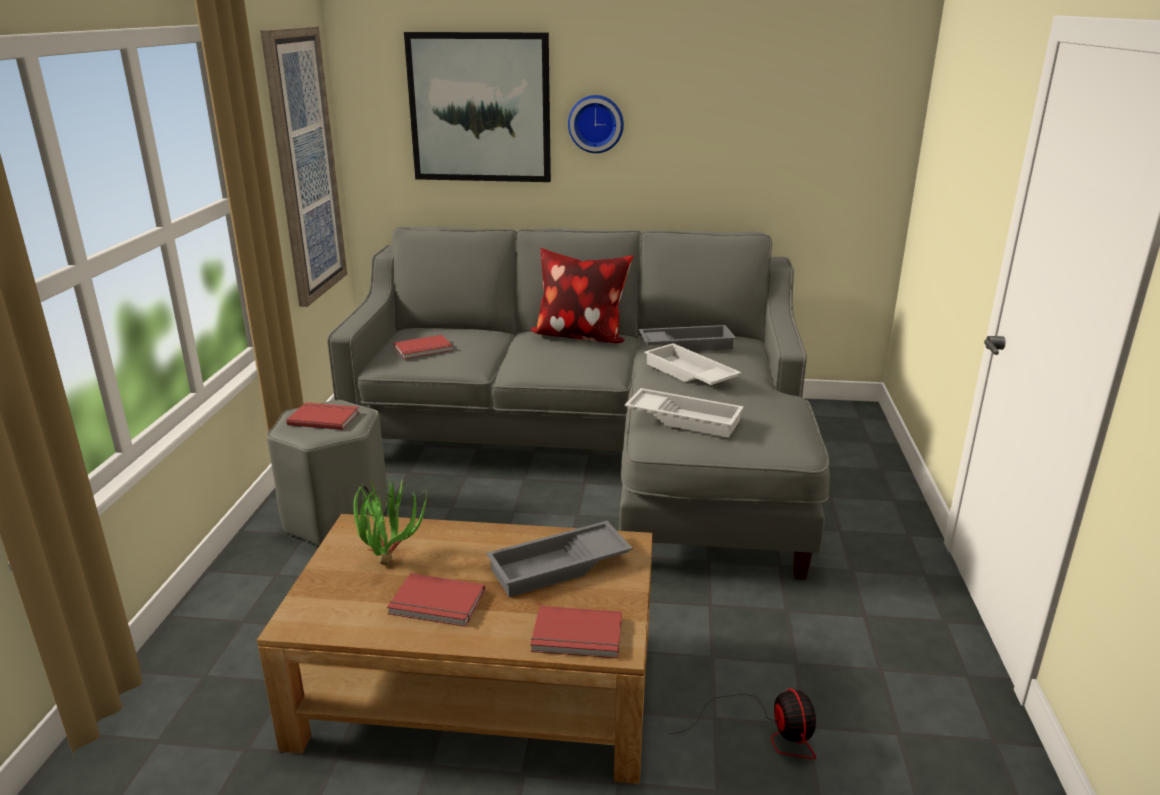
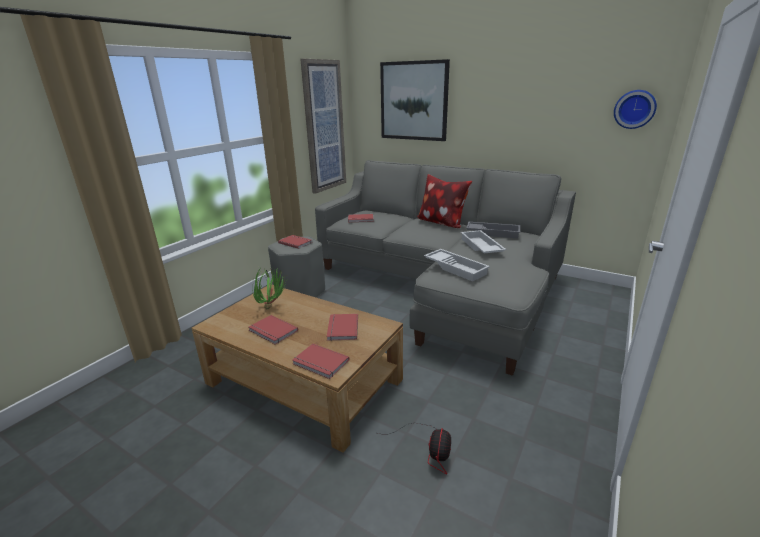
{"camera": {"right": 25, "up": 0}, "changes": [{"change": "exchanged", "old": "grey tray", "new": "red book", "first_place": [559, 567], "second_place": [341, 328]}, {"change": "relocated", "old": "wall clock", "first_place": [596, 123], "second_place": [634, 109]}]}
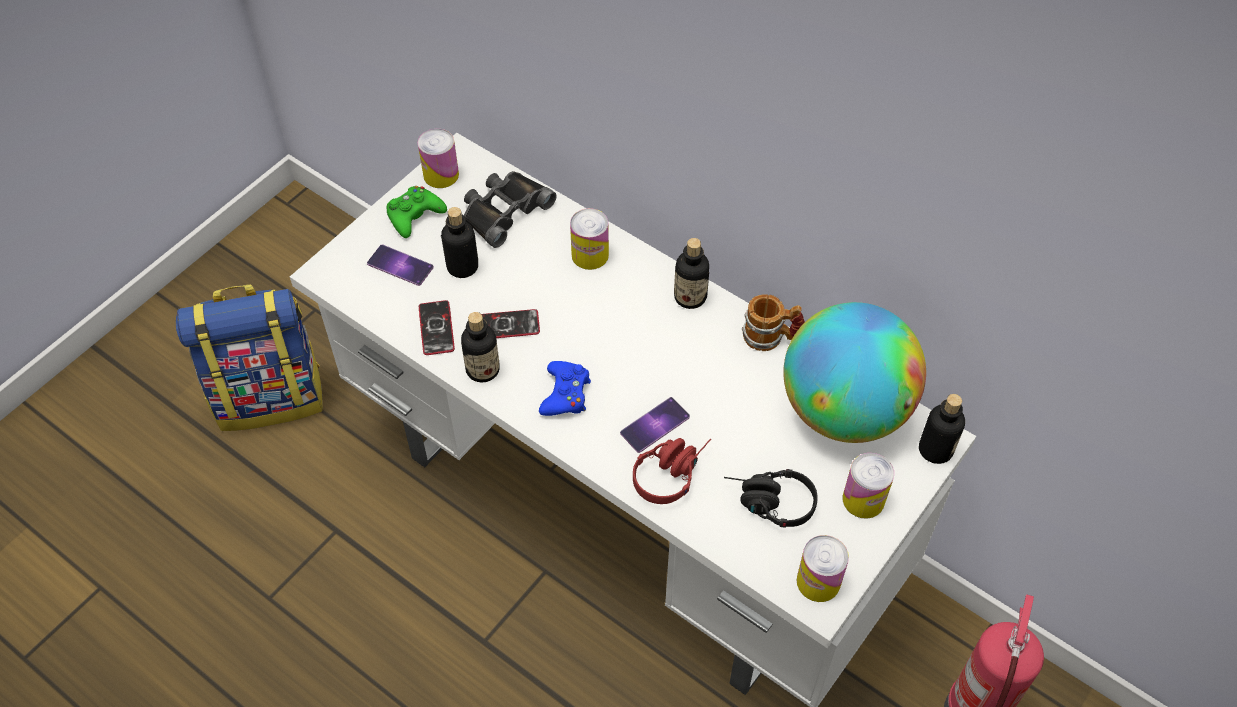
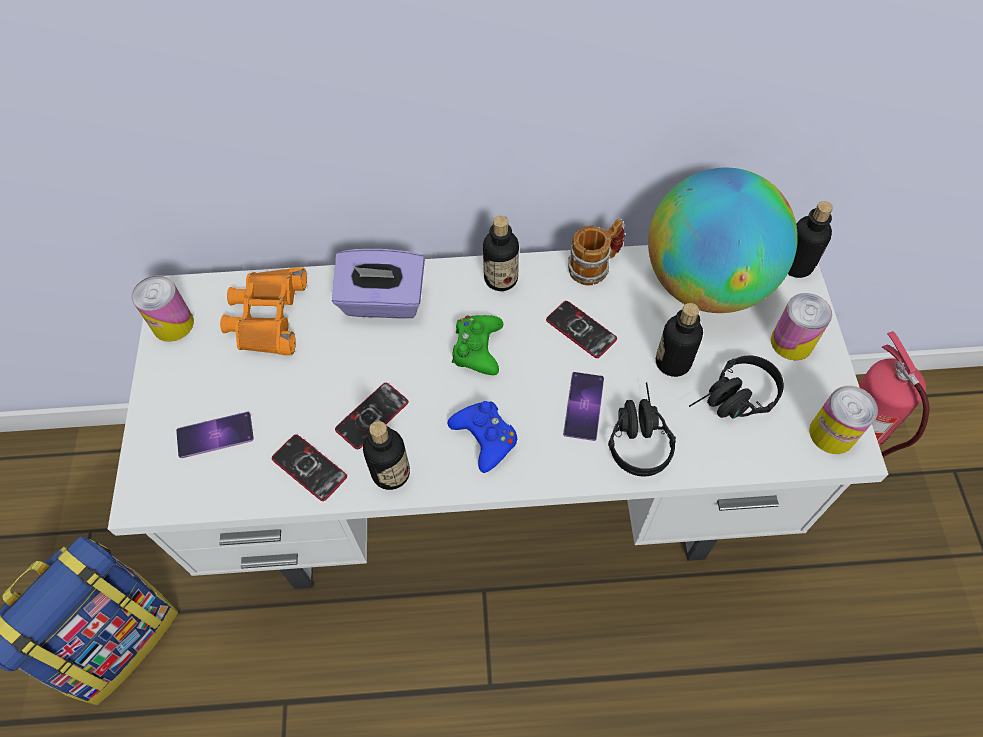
{"camera": {"right": -40, "up": 5}, "changes": [{"change": "colour", "old": "black binoculars", "new": "orange binoculars", "first_place": [504, 211], "second_place": [266, 316]}, {"change": "exchanged", "old": "can", "new": "purple tissue box", "first_place": [590, 255], "second_place": [382, 302]}, {"change": "relocated", "old": "green game controller", "first_place": [414, 216], "second_place": [477, 349]}, {"change": "appeared", "new": "phone", "second_place": [581, 330]}, {"change": "colour", "old": "red headphones", "new": "black headphones", "first_place": [671, 471], "second_place": [637, 434]}, {"change": "relocated", "old": "bottle", "first_place": [462, 267], "second_place": [673, 362]}]}
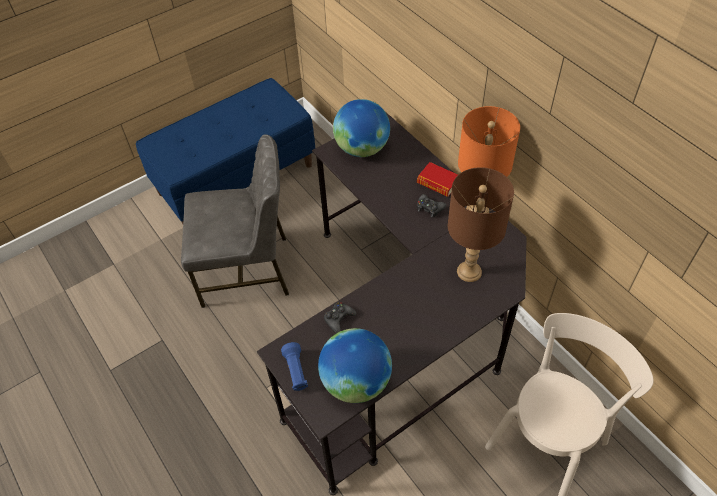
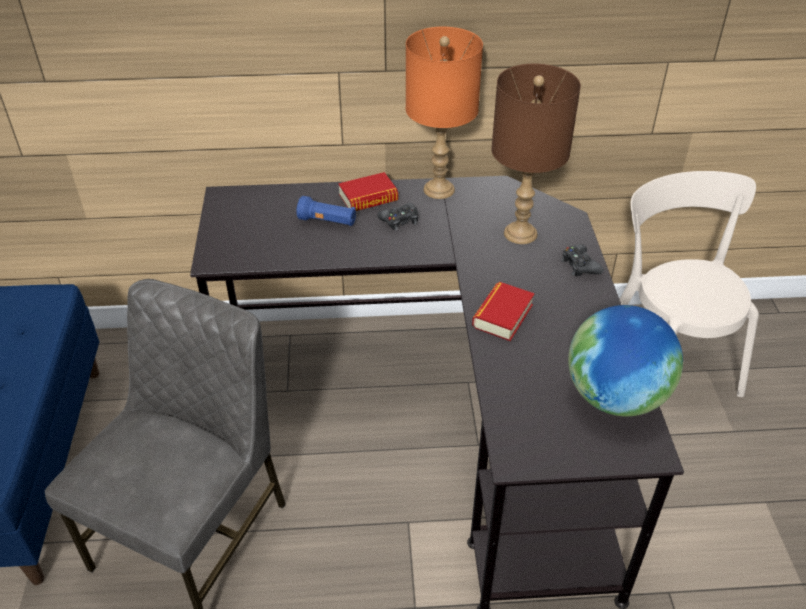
{"camera": {"right": -60, "up": -10}, "changes": [{"change": "relocated", "old": "blue flashlight", "first_place": [296, 371], "second_place": [328, 222]}, {"change": "appeared", "new": "book", "second_place": [502, 316]}, {"change": "relocated", "old": "black game controller", "first_place": [338, 319], "second_place": [580, 265]}, {"change": "missing", "old": "globe", "first_place": [361, 149]}]}
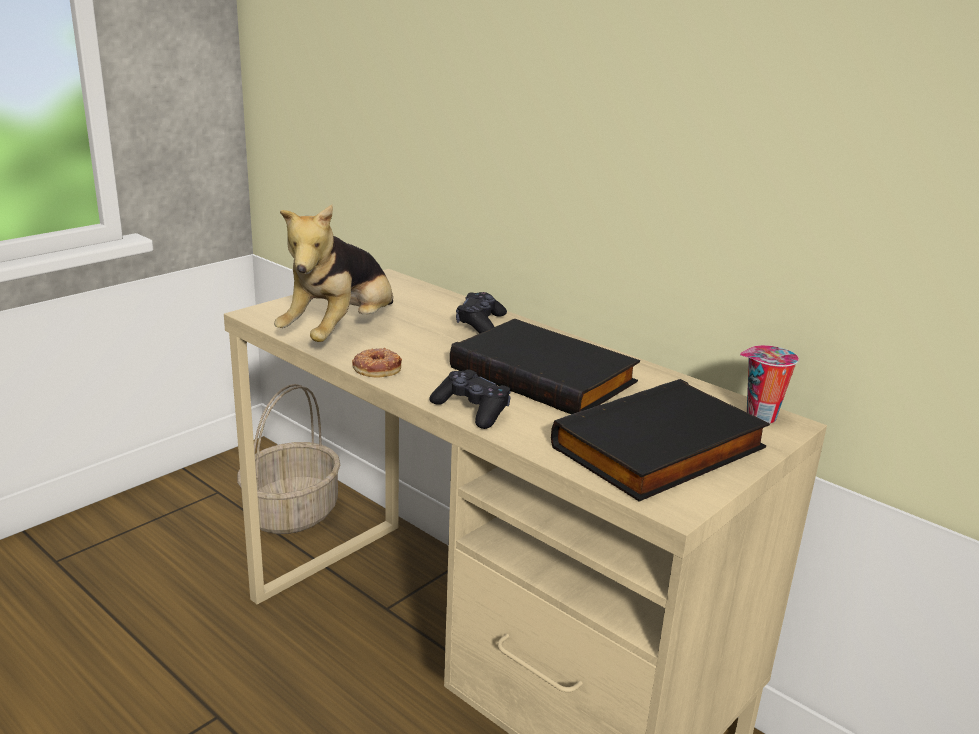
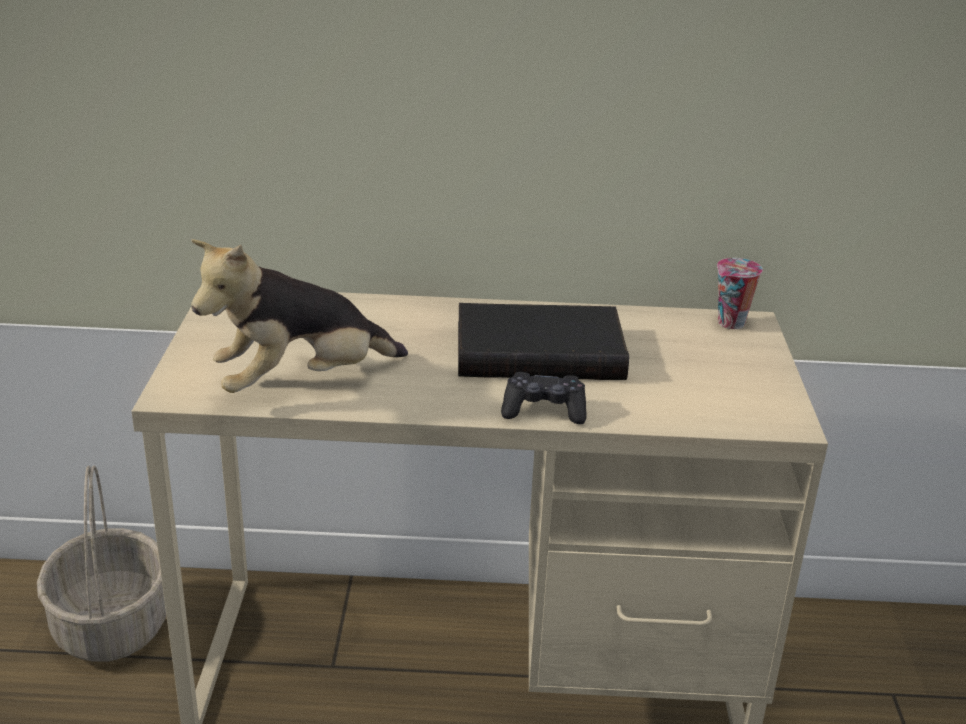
{"camera": {"right": -40, "up": 5}, "changes": [{"change": "spun", "old": "plush toy", "first_place": [341, 334], "second_place": [300, 383], "degrees": 75}, {"change": "missing", "old": "donut", "first_place": [377, 368]}, {"change": "missing", "old": "black game controller", "first_place": [480, 323]}, {"change": "missing", "old": "black book", "first_place": [661, 450]}]}
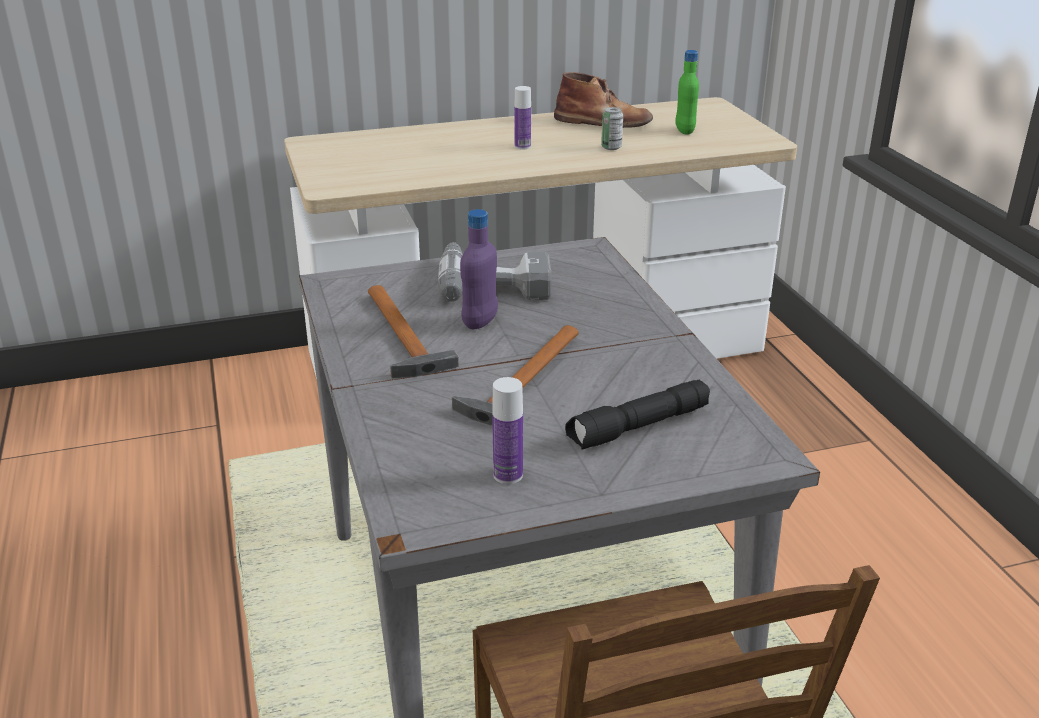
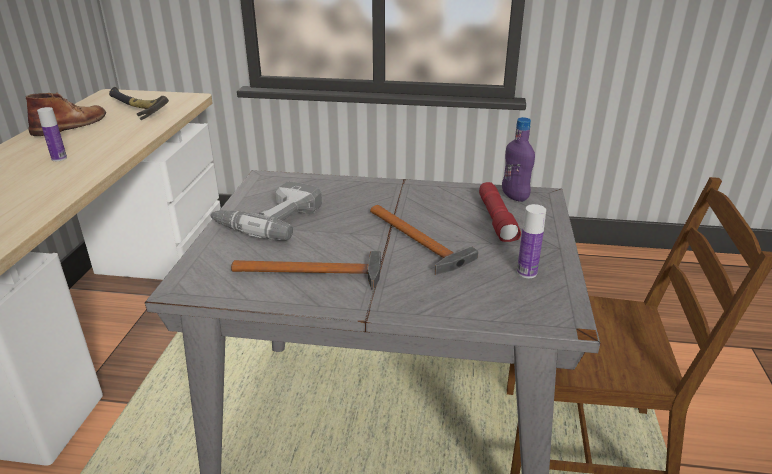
{"camera": {"right": -65, "up": 0}, "changes": [{"change": "exchanged", "old": "green bottle", "new": "hammer", "first_place": [684, 131], "second_place": [135, 110]}, {"change": "colour", "old": "black flashlight", "new": "red flashlight", "first_place": [639, 428], "second_place": [497, 220]}, {"change": "relocated", "old": "purple bottle", "first_place": [480, 322], "second_place": [515, 197]}, {"change": "missing", "old": "can", "first_place": [611, 147]}]}
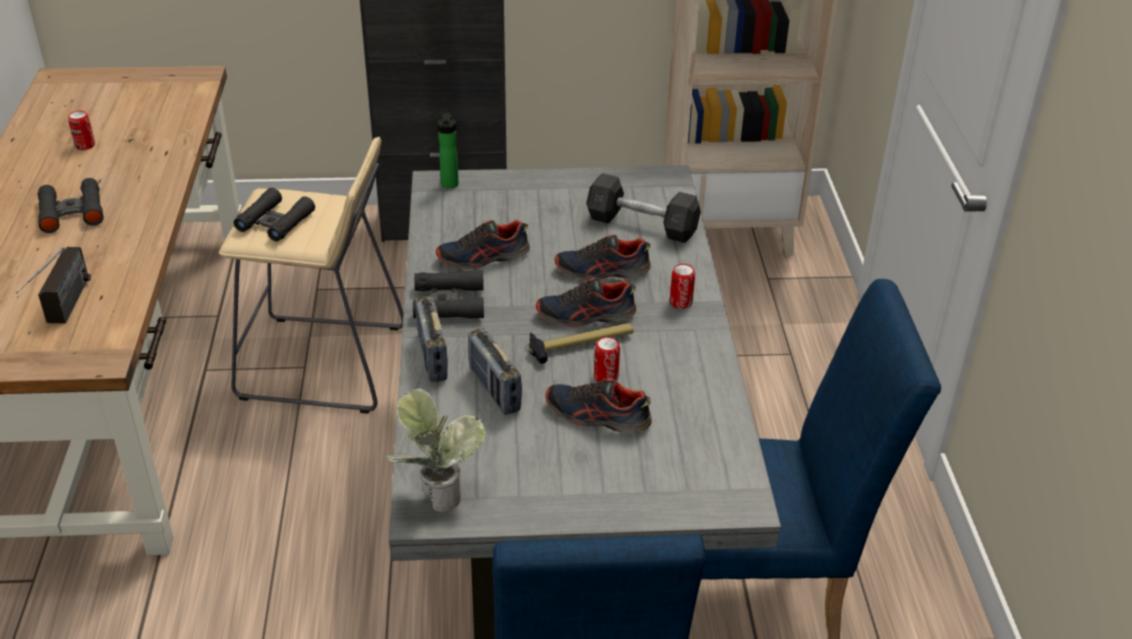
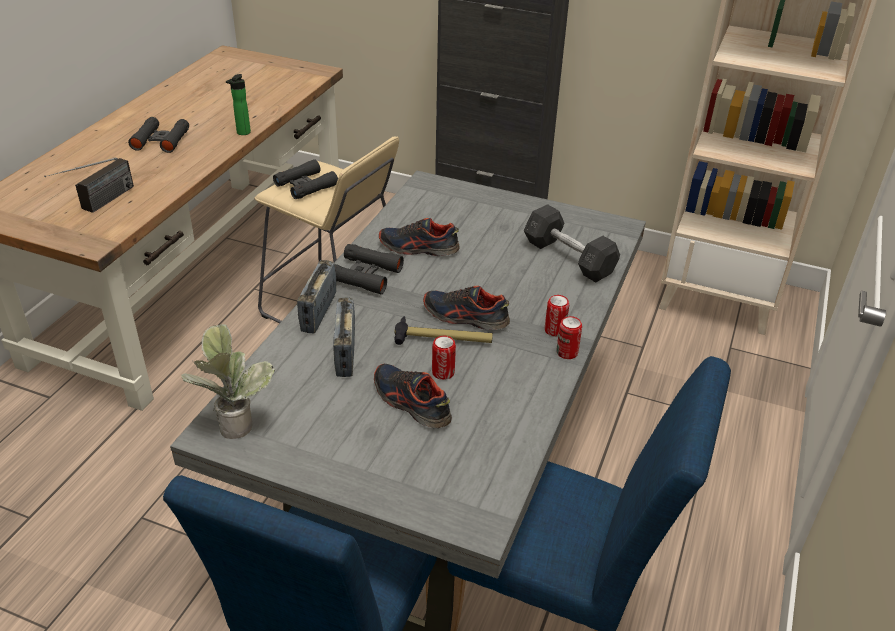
{"camera": {"right": 25, "up": 0}, "changes": [{"change": "relocated", "old": "bottle", "first_place": [449, 185], "second_place": [242, 133]}, {"change": "relocated", "old": "can", "first_place": [85, 145], "second_place": [567, 352]}, {"change": "missing", "old": "shoe", "first_place": [602, 271]}]}
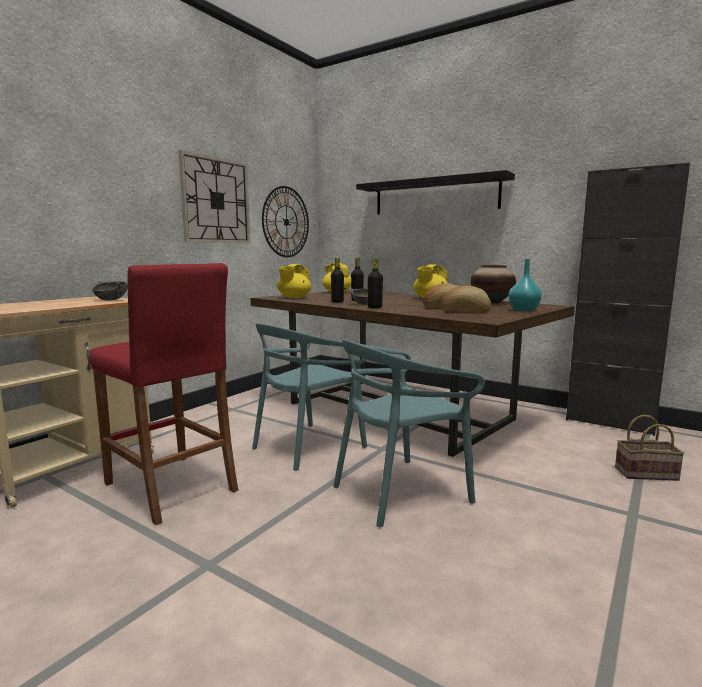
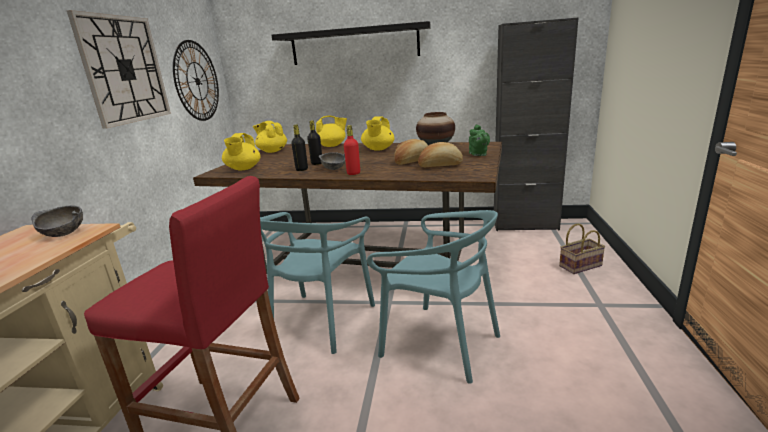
{"camera": {"right": -25, "up": 10}, "changes": [{"change": "appeared", "new": "yellow teapot", "second_place": [332, 146]}, {"change": "colour", "old": "black bottle", "new": "red bottle", "first_place": [374, 307], "second_place": [353, 173]}, {"change": "spun", "old": "turquoise chair", "first_place": [400, 491], "second_place": [440, 343], "degrees": -90}, {"change": "exchanged", "old": "turquoise vase", "new": "green teapot", "first_place": [523, 310], "second_place": [478, 154]}]}
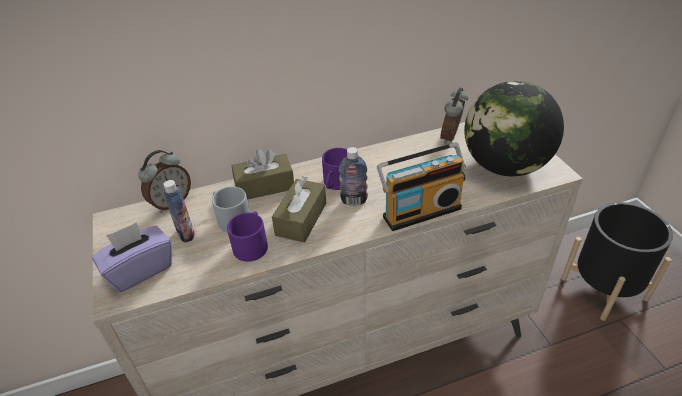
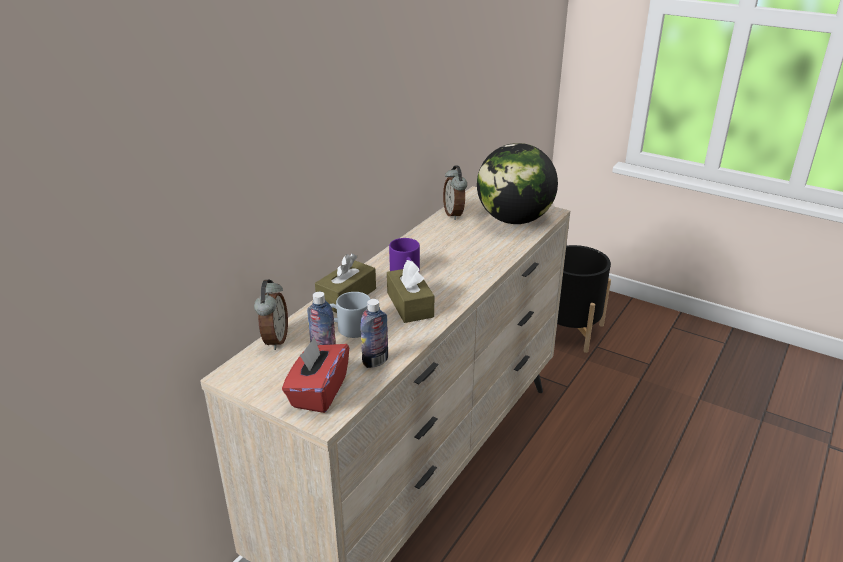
{"camera": {"right": -40, "up": -10}, "changes": [{"change": "colour", "old": "purple tissue box", "new": "red tissue box", "first_place": [140, 269], "second_place": [318, 392]}, {"change": "relocated", "old": "bottle", "first_place": [354, 201], "second_place": [375, 361]}, {"change": "missing", "old": "purple mug", "first_place": [251, 244]}, {"change": "missing", "old": "radio", "first_place": [420, 210]}]}
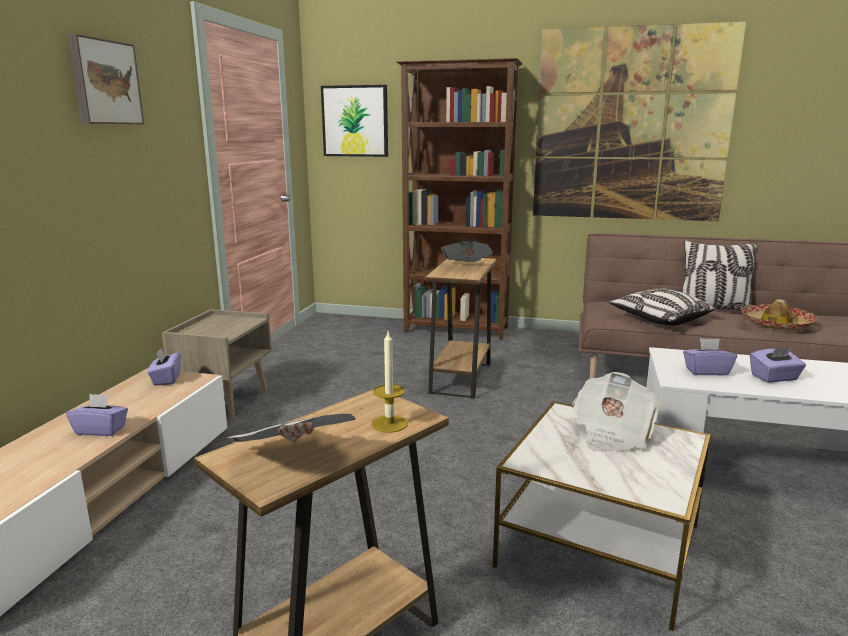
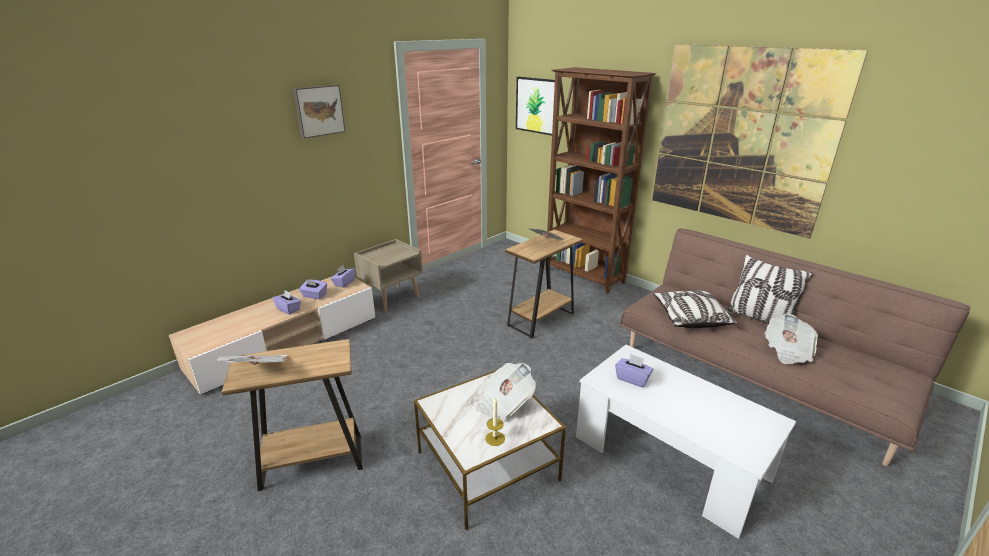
{"camera": {"right": 30, "up": 10}, "changes": [{"change": "relocated", "old": "purple tissue box", "first_place": [774, 378], "second_place": [314, 295]}, {"change": "relocated", "old": "candle", "first_place": [389, 424], "second_place": [495, 438]}, {"change": "exchanged", "old": "hat", "new": "newspaper", "first_place": [775, 324], "second_place": [787, 351]}]}
